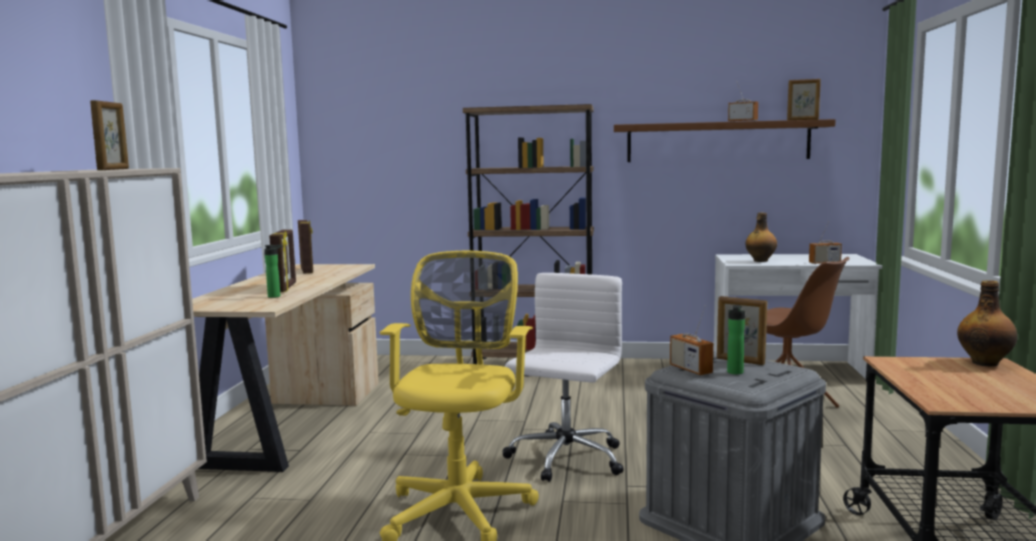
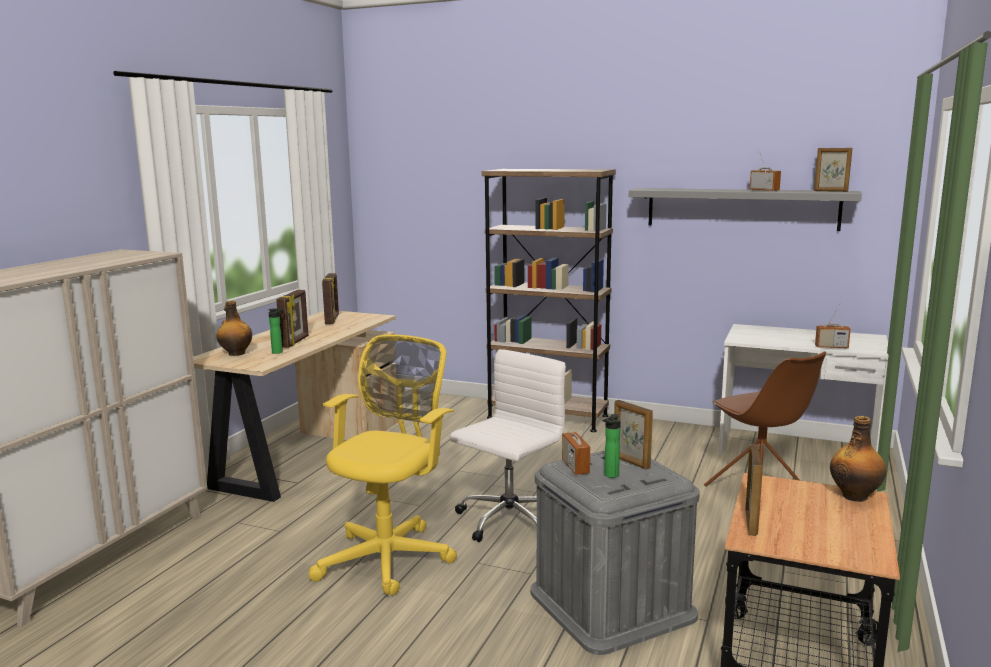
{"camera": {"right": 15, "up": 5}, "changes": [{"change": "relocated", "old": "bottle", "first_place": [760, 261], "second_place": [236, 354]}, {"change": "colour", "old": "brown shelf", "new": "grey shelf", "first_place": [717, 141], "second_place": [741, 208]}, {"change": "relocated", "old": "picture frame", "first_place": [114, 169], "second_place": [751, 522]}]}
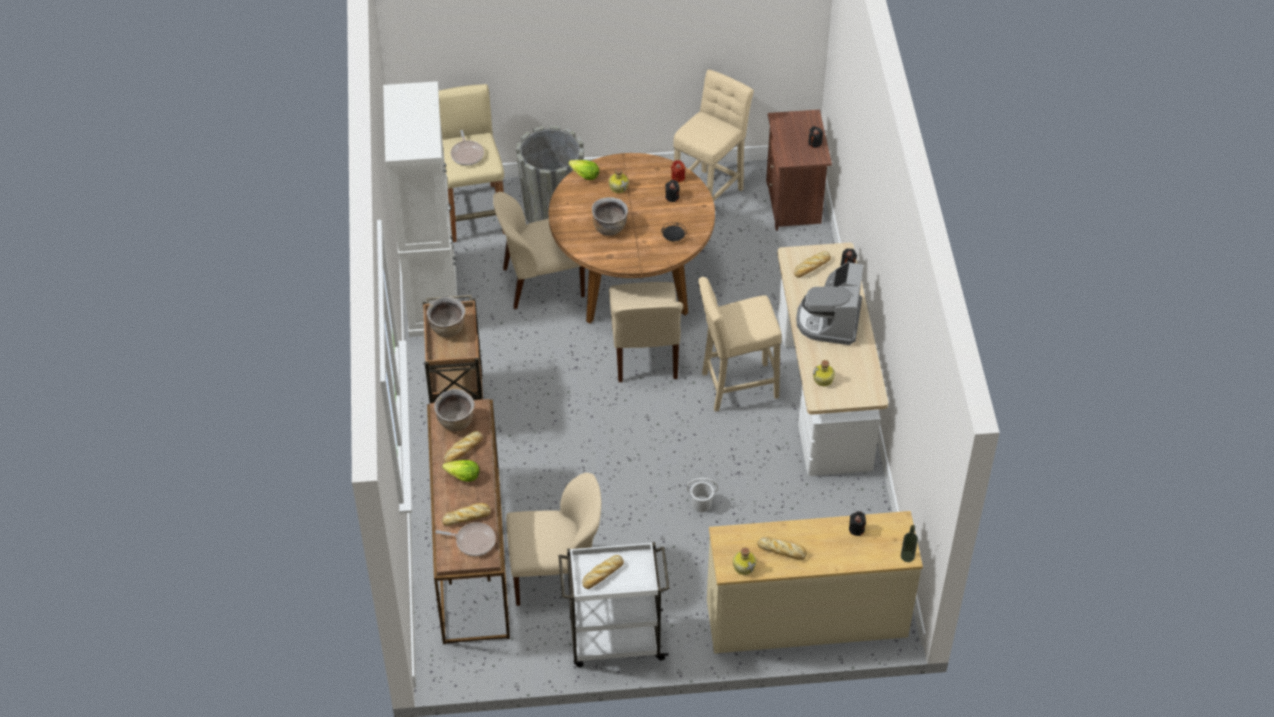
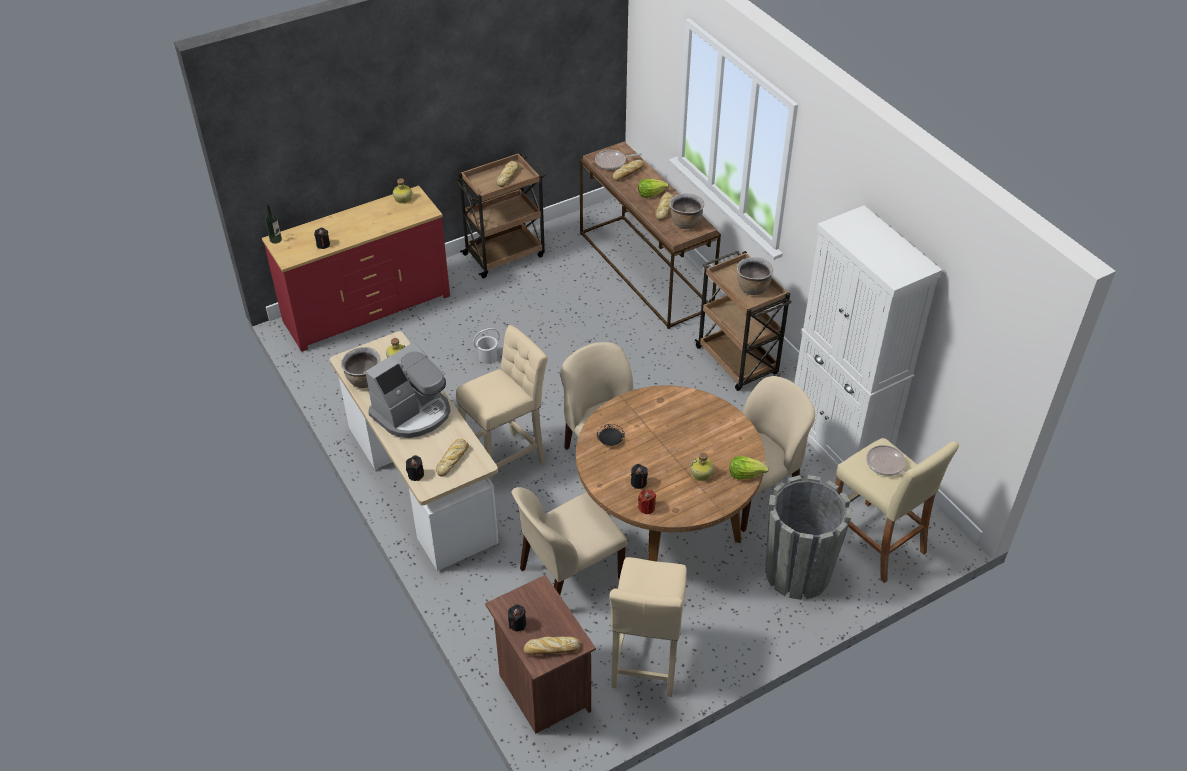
{"camera": {"right": 155, "up": -5}, "changes": [{"change": "colour", "old": "beige dresser", "new": "red dresser", "first_place": [806, 619], "second_place": [367, 308]}, {"change": "relocated", "old": "brown cooking pot", "first_place": [609, 228], "second_place": [364, 381]}, {"change": "spun", "old": "coffee machine", "first_place": [829, 320], "second_place": [412, 413], "degrees": 60}, {"change": "colour", "old": "white cart", "new": "brown cart", "first_place": [614, 640], "second_place": [505, 254]}, {"change": "relocated", "old": "beige chair", "first_place": [556, 574], "second_place": [568, 574]}, {"change": "relocated", "old": "bread", "first_place": [783, 550], "second_place": [550, 649]}]}
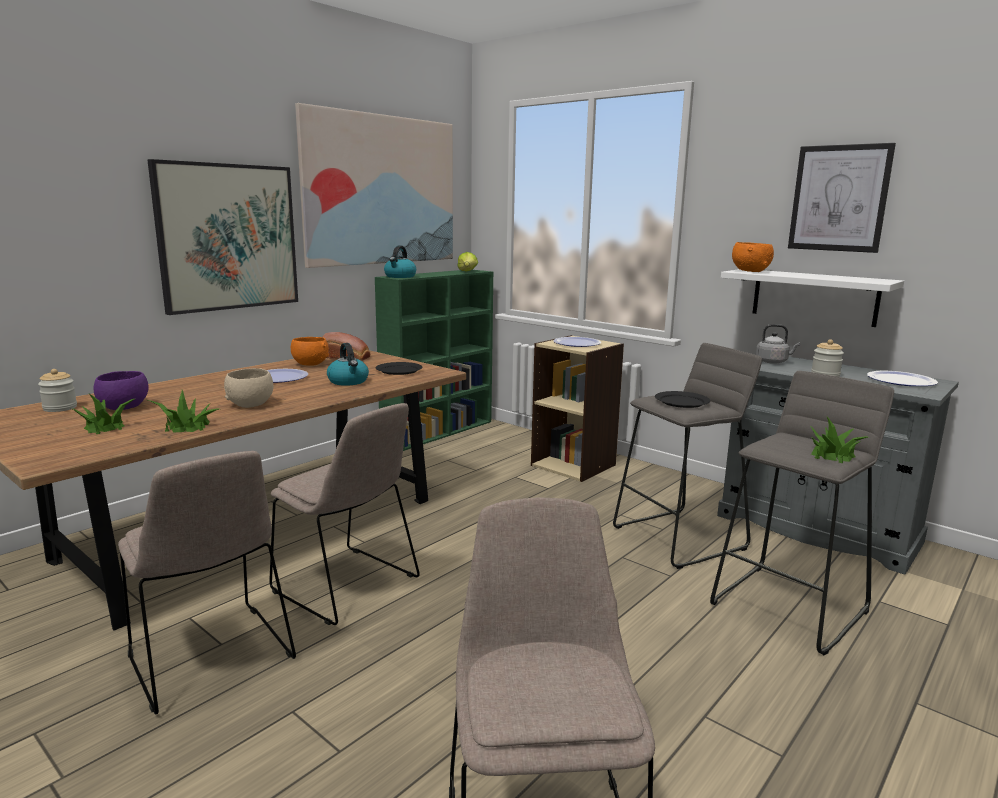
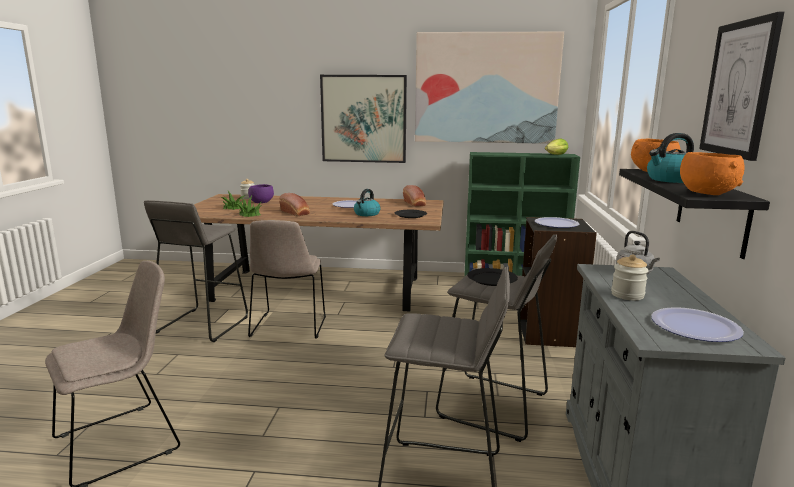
{"camera": {"right": 55, "up": 0}, "changes": [{"change": "exchanged", "old": "beige chair", "new": "grey stool", "first_place": [212, 659], "second_place": [202, 325]}, {"change": "exchanged", "old": "beige bowl", "new": "bread", "first_place": [251, 405], "second_place": [295, 213]}, {"change": "colour", "old": "beige bookcase", "new": "black bookcase", "first_place": [574, 465], "second_place": [550, 333]}, {"change": "colour", "old": "white shelf", "new": "black shelf", "first_place": [814, 297], "second_place": [711, 210]}, {"change": "relocated", "old": "kettle", "first_place": [400, 276], "second_place": [671, 180]}, {"change": "relocated", "old": "orange bowl", "first_place": [310, 364], "second_place": [706, 193]}, {"change": "missing", "old": "potted plant", "first_place": [832, 455]}]}
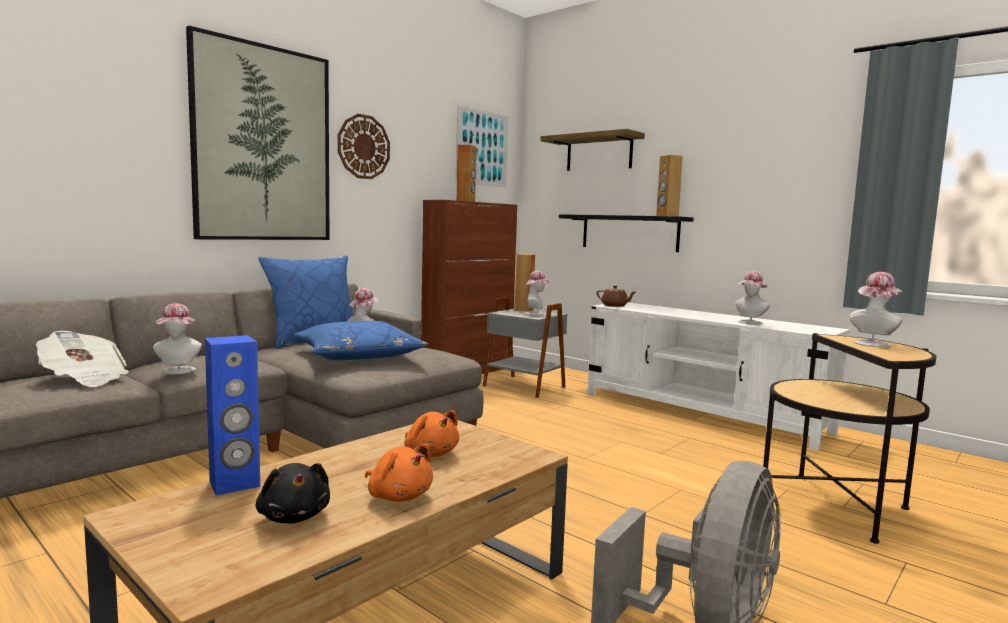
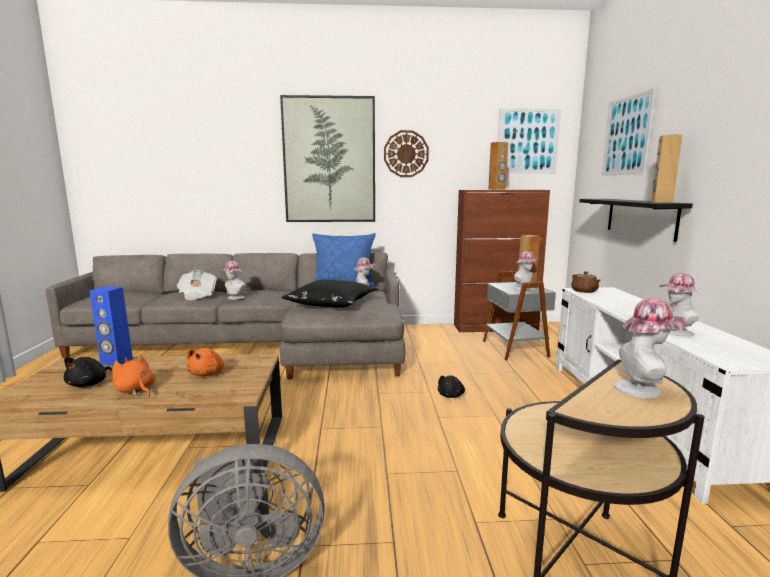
{"camera": {"right": 45, "up": 5}, "changes": [{"change": "spun", "old": "orange plush toy", "first_place": [398, 496], "second_place": [135, 390], "degrees": 135}, {"change": "colour", "old": "blue pillow", "new": "black pillow", "first_place": [359, 355], "second_place": [331, 303]}, {"change": "appeared", "new": "black plush toy", "second_place": [451, 395]}, {"change": "exchanged", "old": "shelf", "new": "picture", "first_place": [599, 153], "second_place": [626, 136]}]}
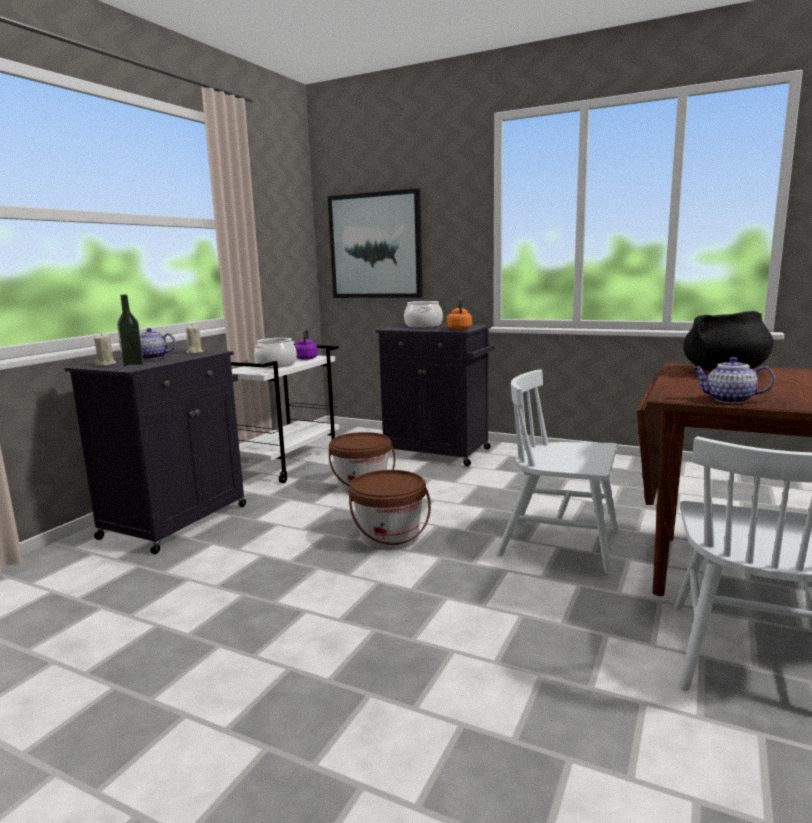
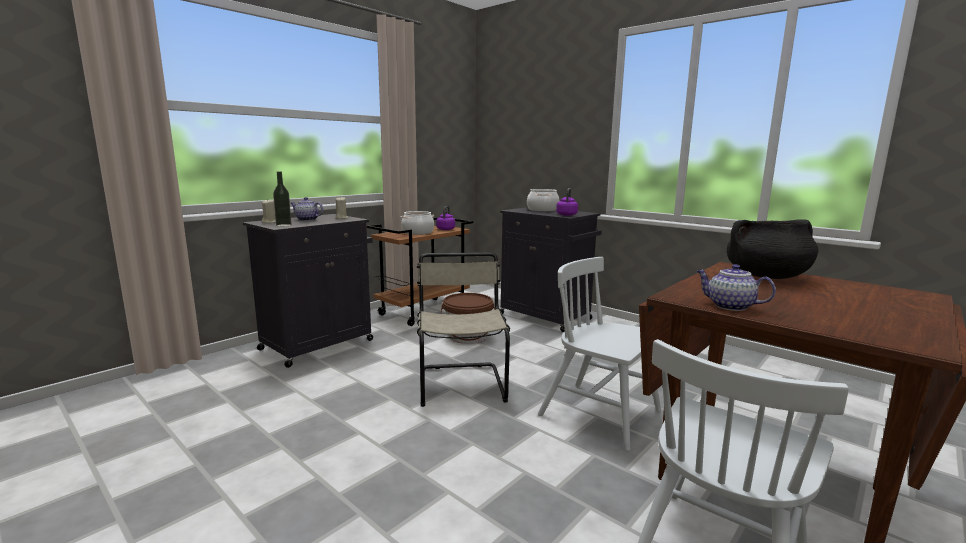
{"camera": {"right": 15, "up": 0}, "changes": [{"change": "colour", "old": "white cart", "new": "brown cart", "first_place": [288, 464], "second_place": [424, 311]}, {"change": "exchanged", "old": "brown bucket", "new": "beige chair", "first_place": [389, 537], "second_place": [461, 383]}, {"change": "colour", "old": "orange kettle", "new": "purple kettle", "first_place": [459, 329], "second_place": [567, 214]}, {"change": "missing", "old": "picture", "first_place": [375, 246]}]}
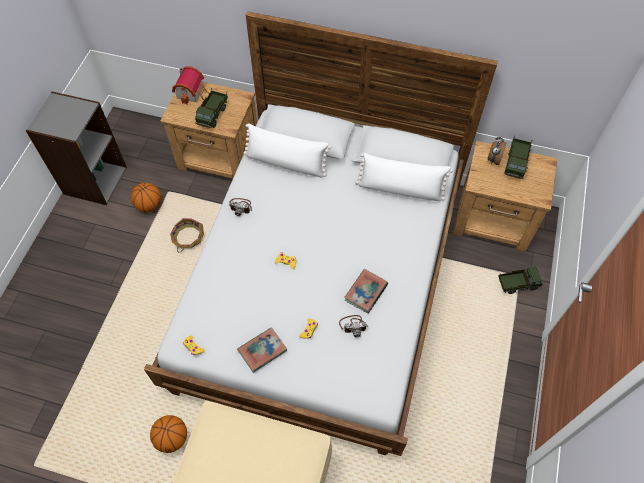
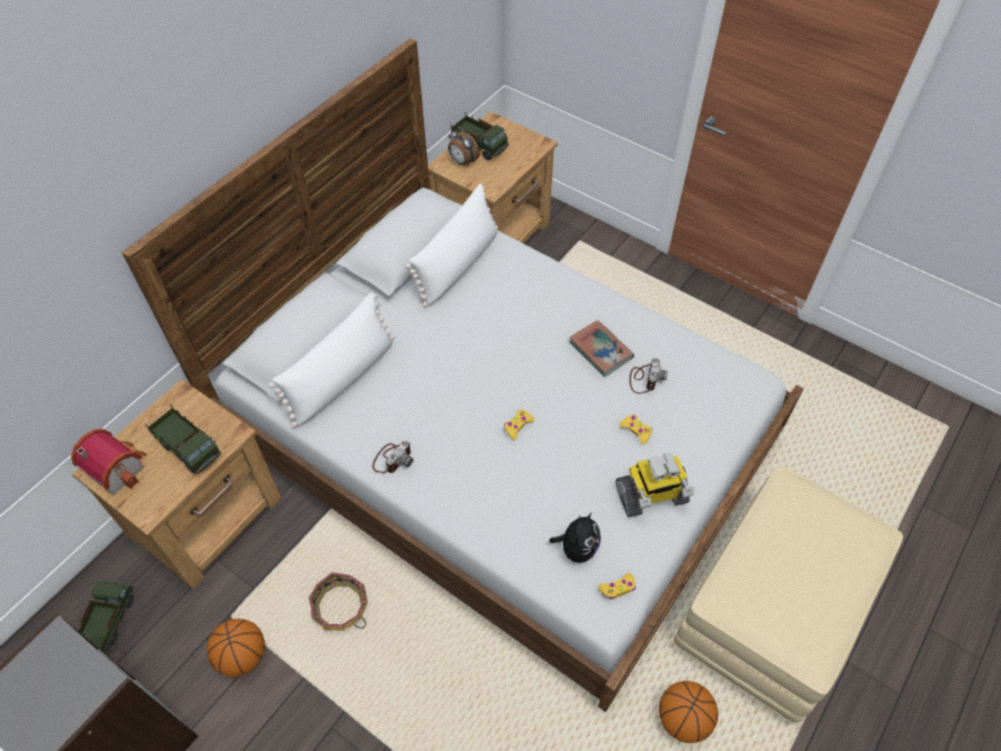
{"camera": {"right": -70, "up": -5}, "changes": [{"change": "relocated", "old": "toy truck", "first_place": [517, 284], "second_place": [109, 621]}, {"change": "appeared", "new": "plush toy", "second_place": [577, 548]}, {"change": "exchanged", "old": "book", "new": "toy robot", "first_place": [262, 350], "second_place": [651, 496]}]}
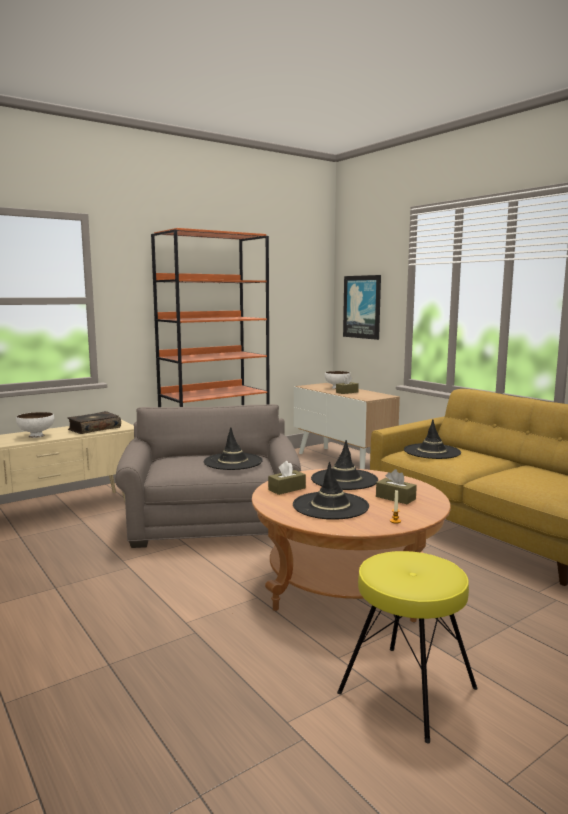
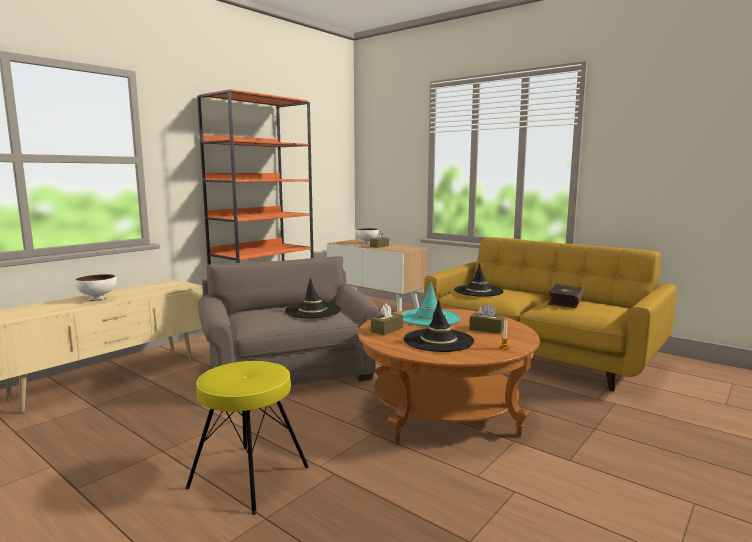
{"camera": {"right": -15, "up": 0}, "changes": [{"change": "relocated", "old": "yellow stool", "first_place": [407, 689], "second_place": [249, 476]}, {"change": "colour", "old": "black hat", "new": "turquoise hat", "first_place": [344, 480], "second_place": [429, 318]}, {"change": "relocated", "old": "book", "first_place": [94, 429], "second_place": [564, 302]}, {"change": "missing", "old": "picture", "first_place": [362, 307]}]}
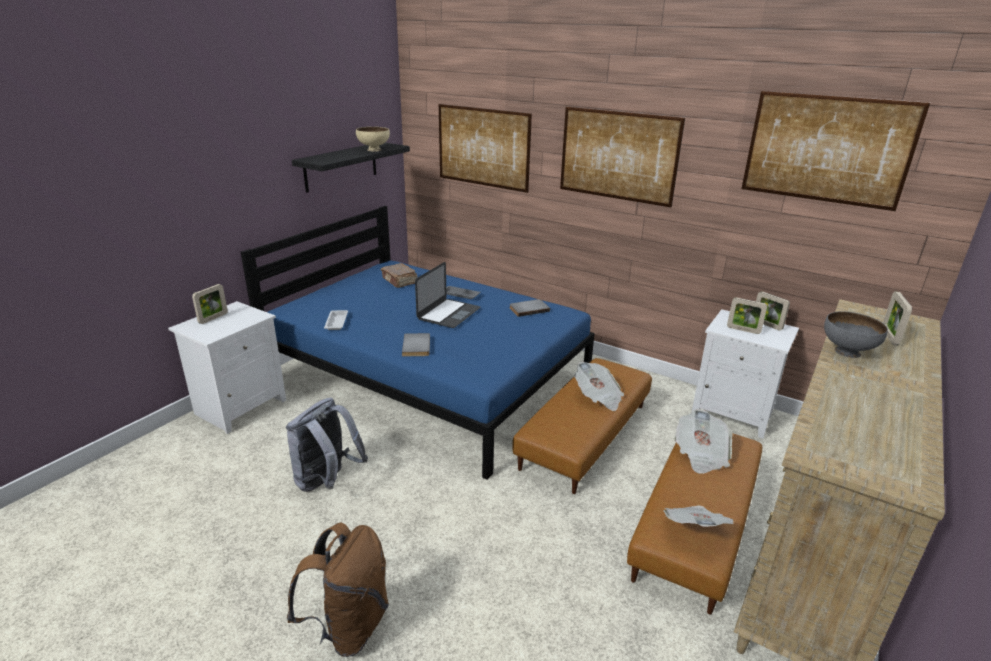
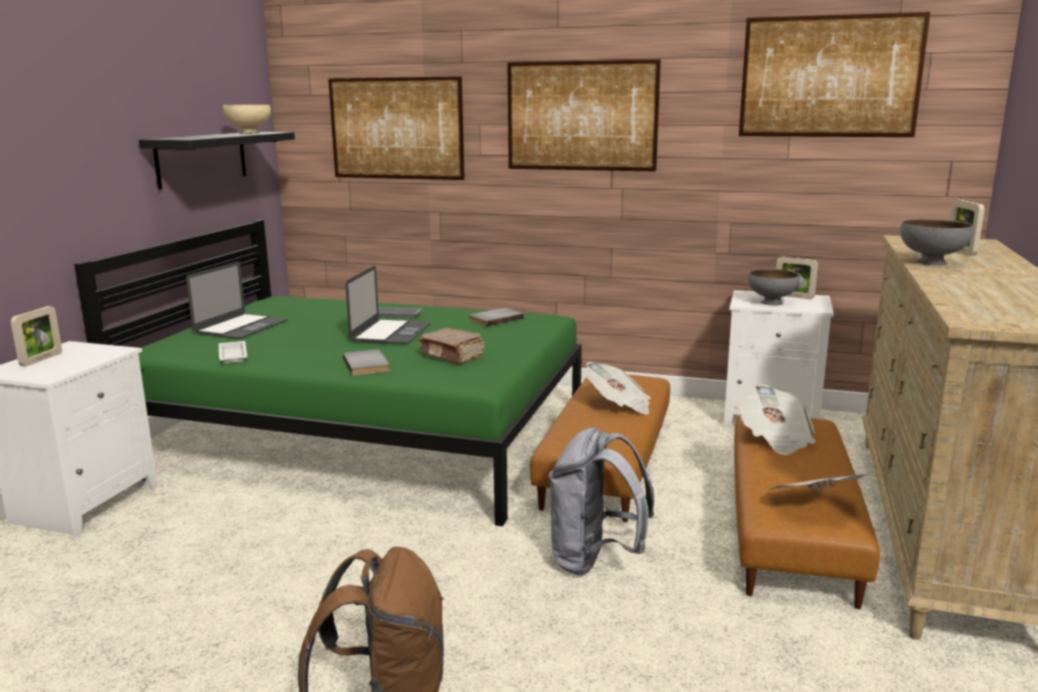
{"camera": {"right": -15, "up": -10}, "changes": [{"change": "colour", "old": "blue bed", "new": "green bed", "first_place": [429, 377], "second_place": [364, 434]}, {"change": "appeared", "new": "laptop", "second_place": [241, 326]}, {"change": "relocated", "old": "brown book", "first_place": [399, 281], "second_place": [452, 356]}, {"change": "relocated", "old": "grey backpack", "first_place": [327, 482], "second_place": [595, 560]}, {"change": "exchanged", "old": "picture frame", "new": "grey bowl", "first_place": [743, 330], "second_place": [771, 302]}]}
